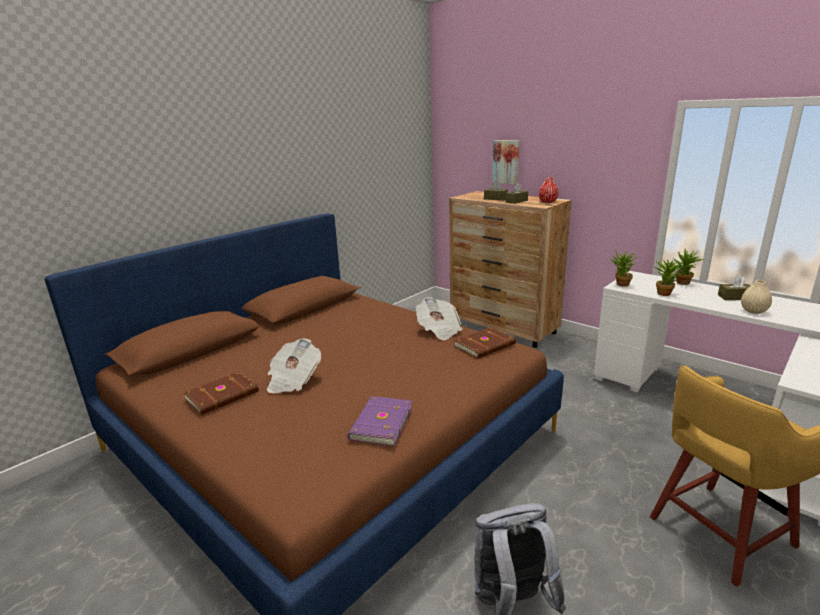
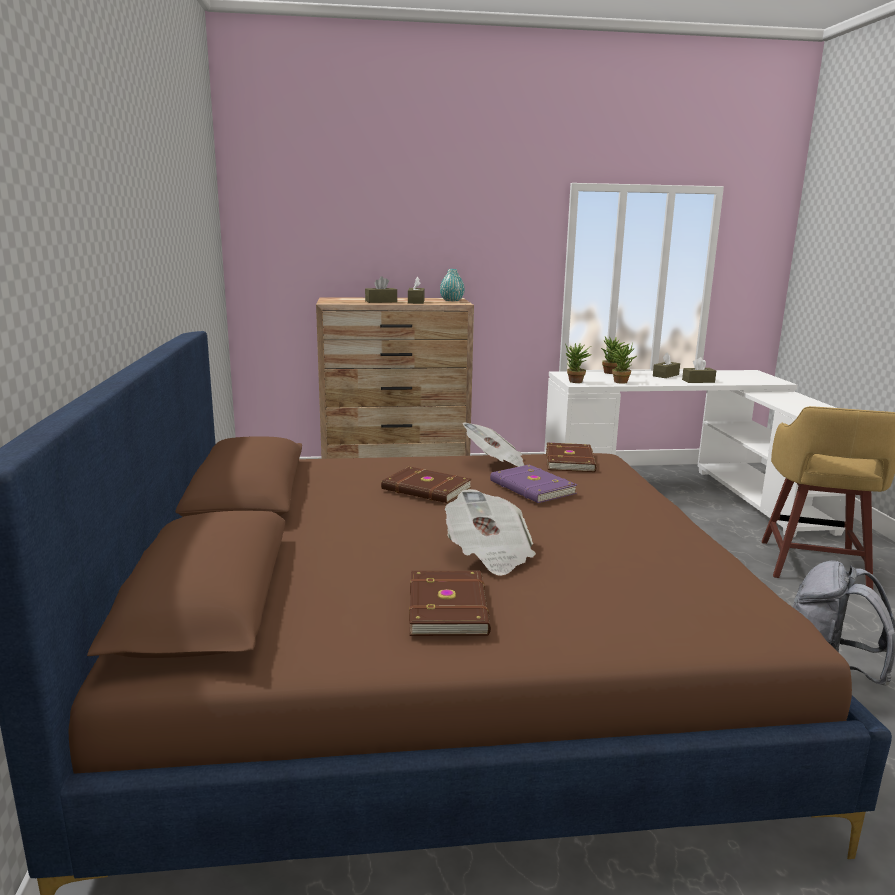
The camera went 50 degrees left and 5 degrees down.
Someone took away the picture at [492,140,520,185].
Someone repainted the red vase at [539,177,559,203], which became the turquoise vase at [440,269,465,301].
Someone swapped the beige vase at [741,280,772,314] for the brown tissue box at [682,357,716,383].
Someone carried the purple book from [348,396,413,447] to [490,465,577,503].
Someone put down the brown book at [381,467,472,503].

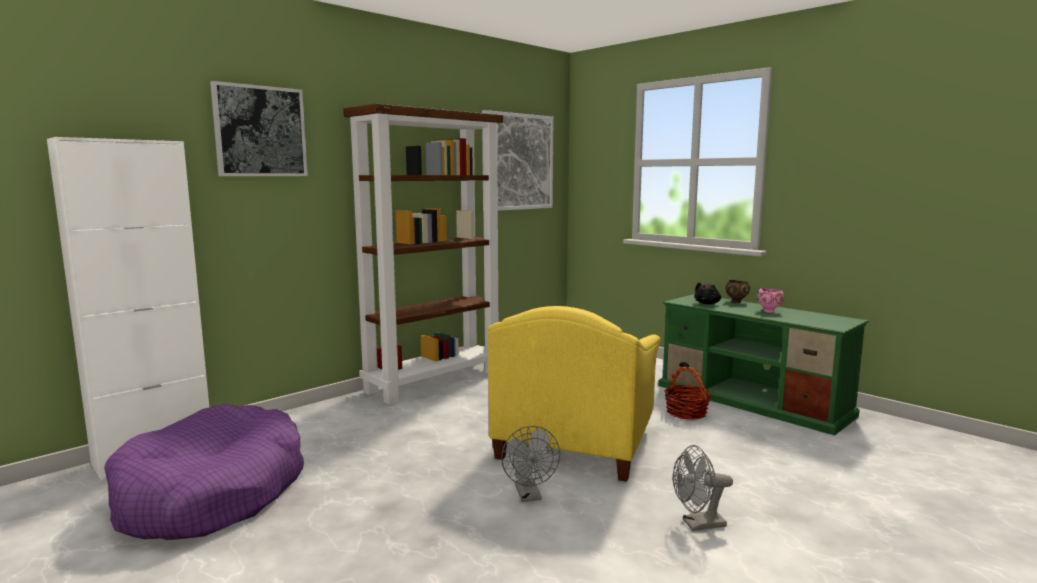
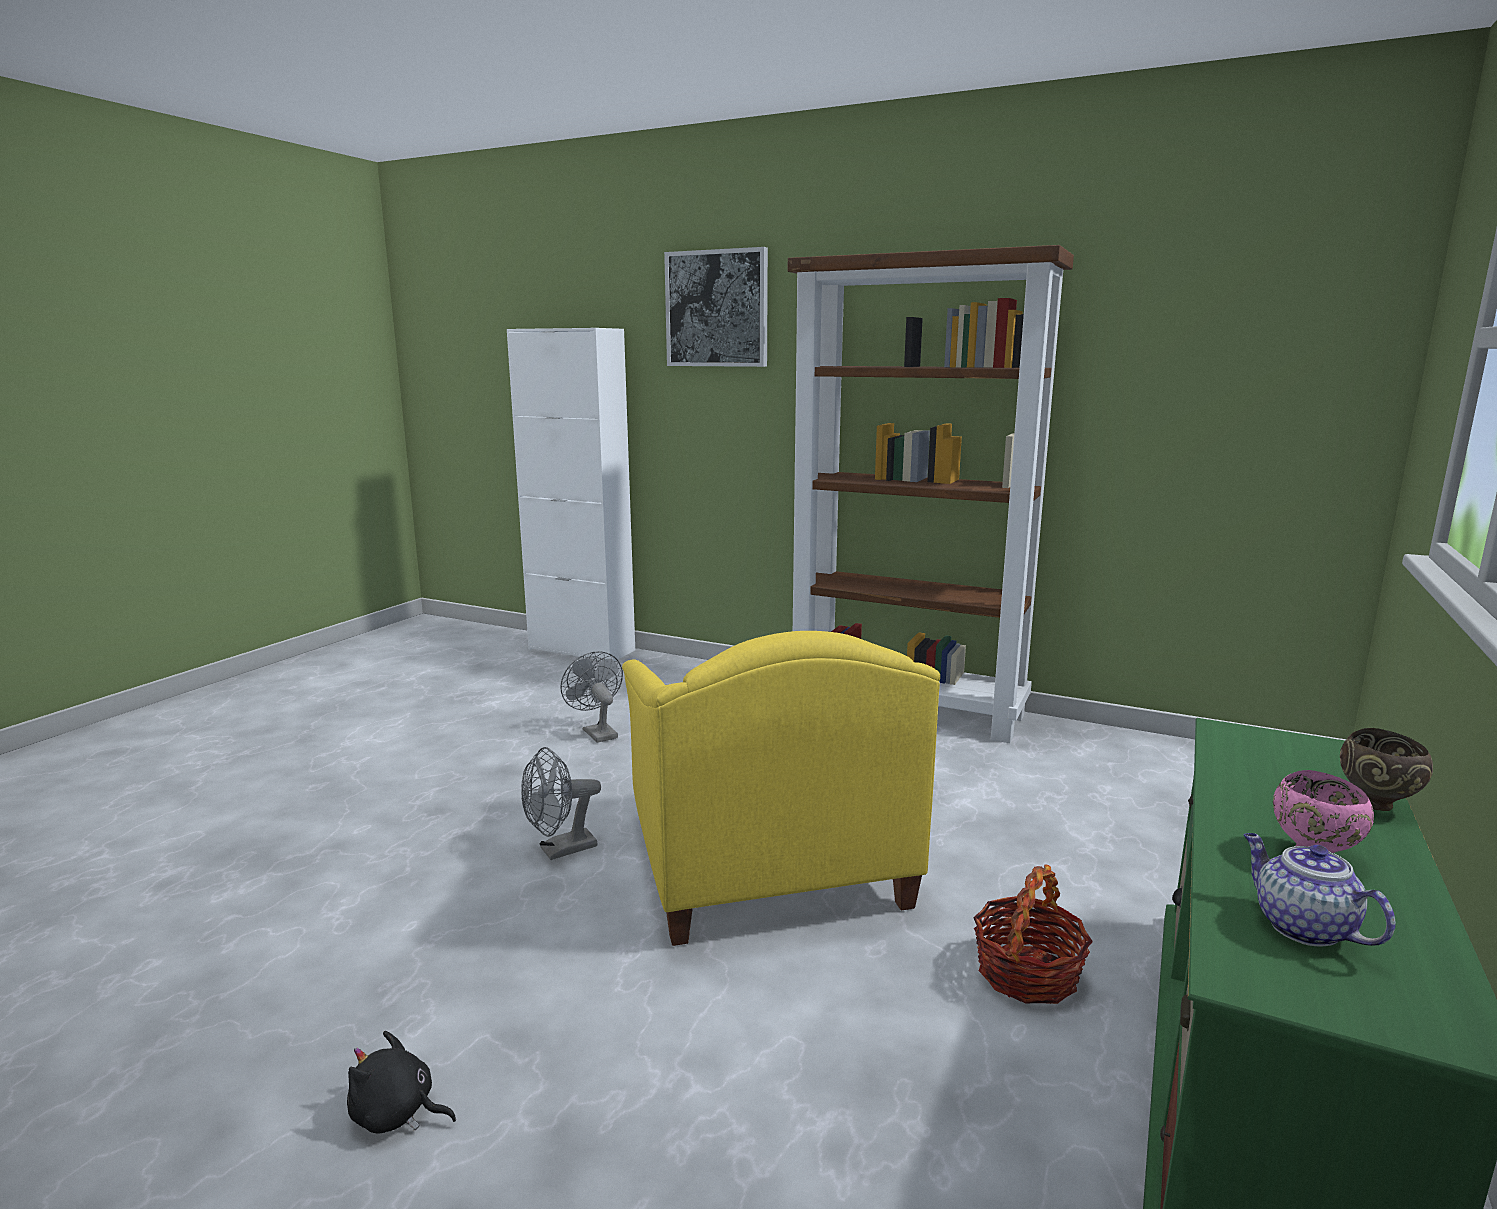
The camera went 70 degrees right and 5 degrees up.
Someone took away the picture at [482,110,554,211].
Someone carried the black plush toy from [695,282,721,304] to [347,1031,456,1134].
Someone rotated the yellow armchair at [488,306,661,482] by 105 degrees counterclockwise.
Someone took away the purple dog bed at [104,404,304,540].
Someone carried the grey fan from [673,445,733,531] to [560,651,623,743].
Someone put down the teapot at [1243,833,1396,946].

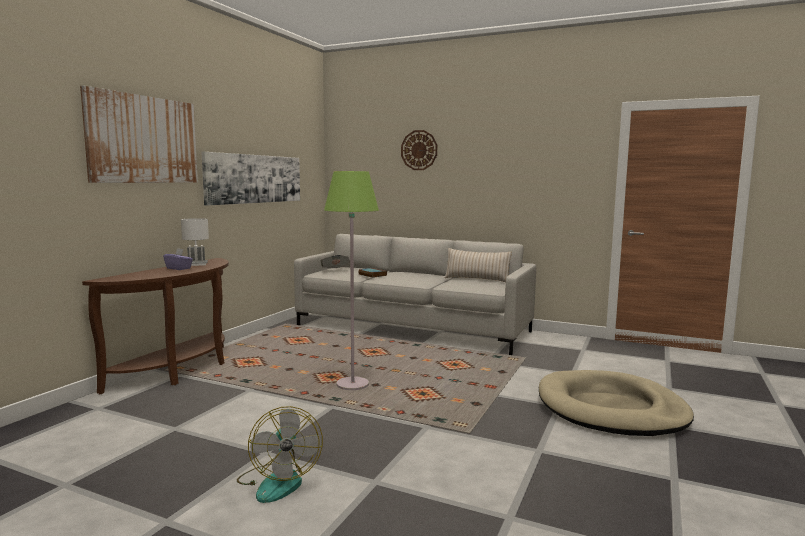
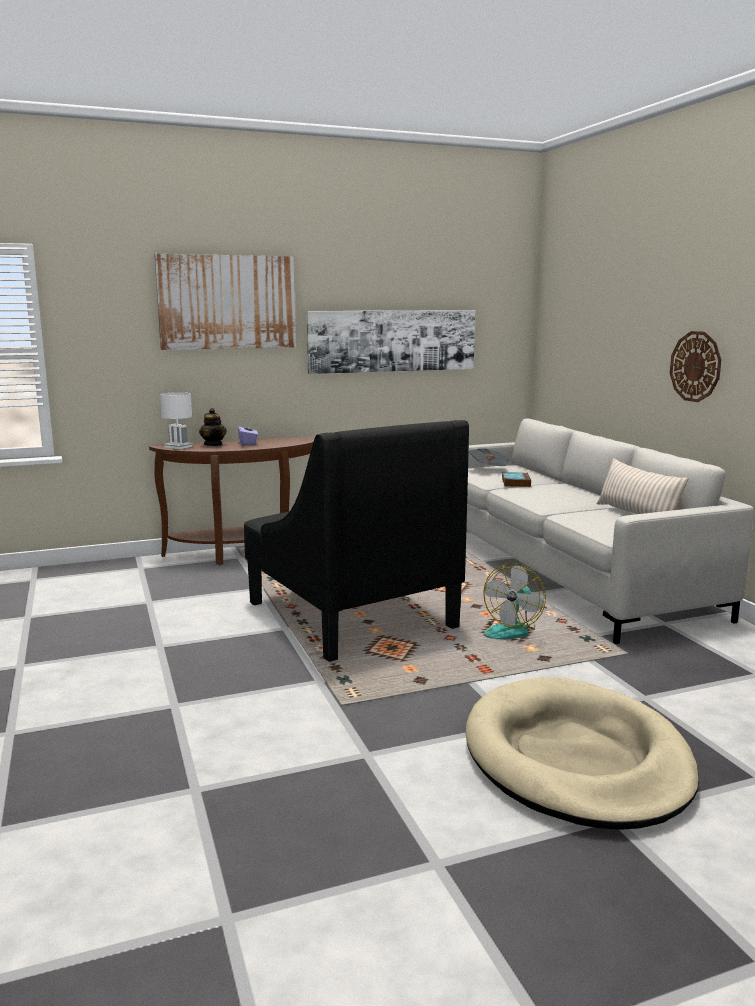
The camera went 45 degrees right and 5 degrees up.
Someone carried the wall clock from [401,130,437,170] to [670,331,722,402].
Someone swapped the green floor lamp at [324,171,379,390] for the black armchair at [244,420,469,662].
Someone carried the white table lamp from [181,218,209,266] to [160,392,195,449].
Someone carried the fan from [237,406,323,503] to [483,563,546,639].
Someone put down the teapot at [199,408,227,446].

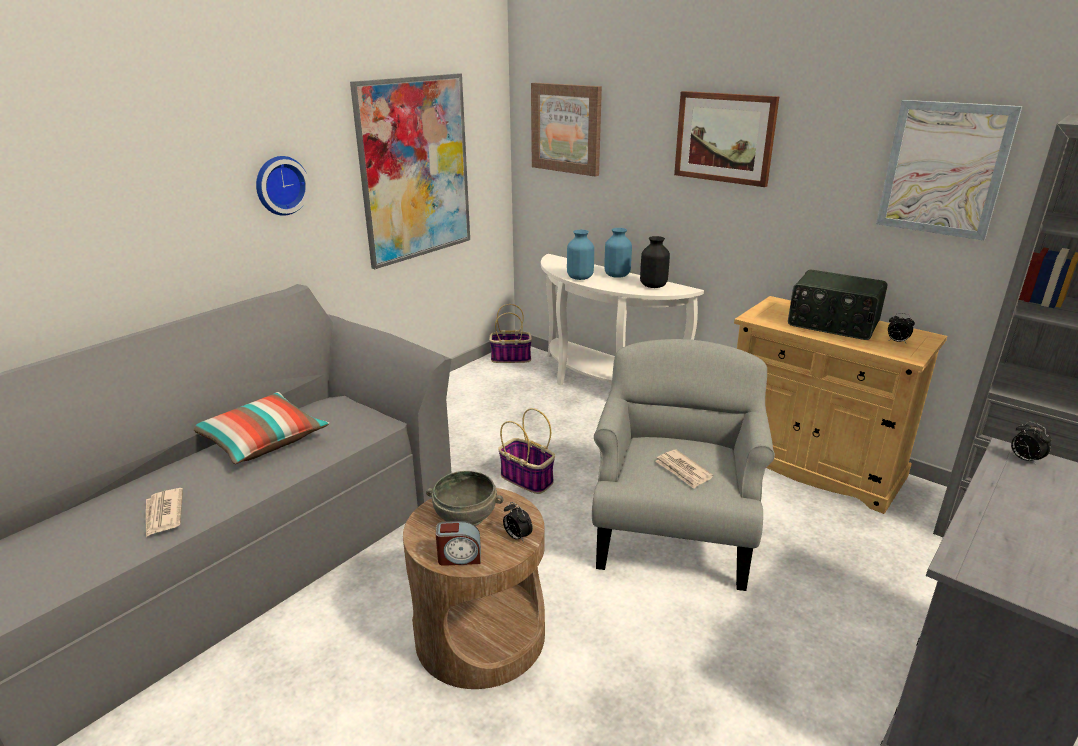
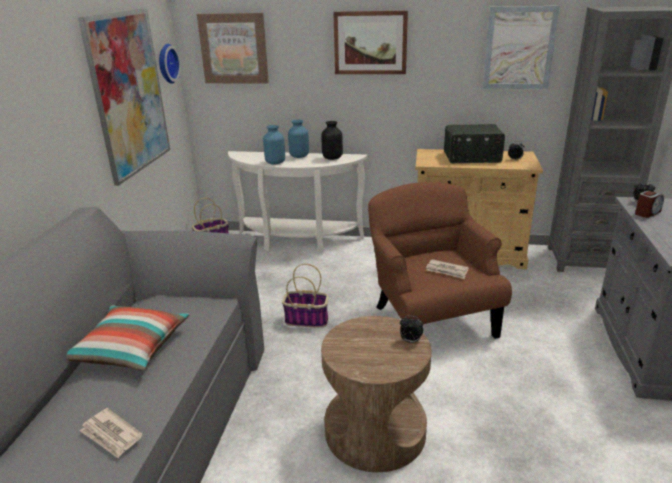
The camera went 30 degrees left and 0 degrees up.
Someone carried the wall clock from [256,156,310,216] to [159,44,181,84].
Someone repainted the grey armchair at [592,339,775,591], which became the brown armchair at [368,182,512,339].
Someone took away the grey bowl at [426,471,503,526].
Someone carried the alarm clock from [436,521,481,566] to [635,191,664,218].

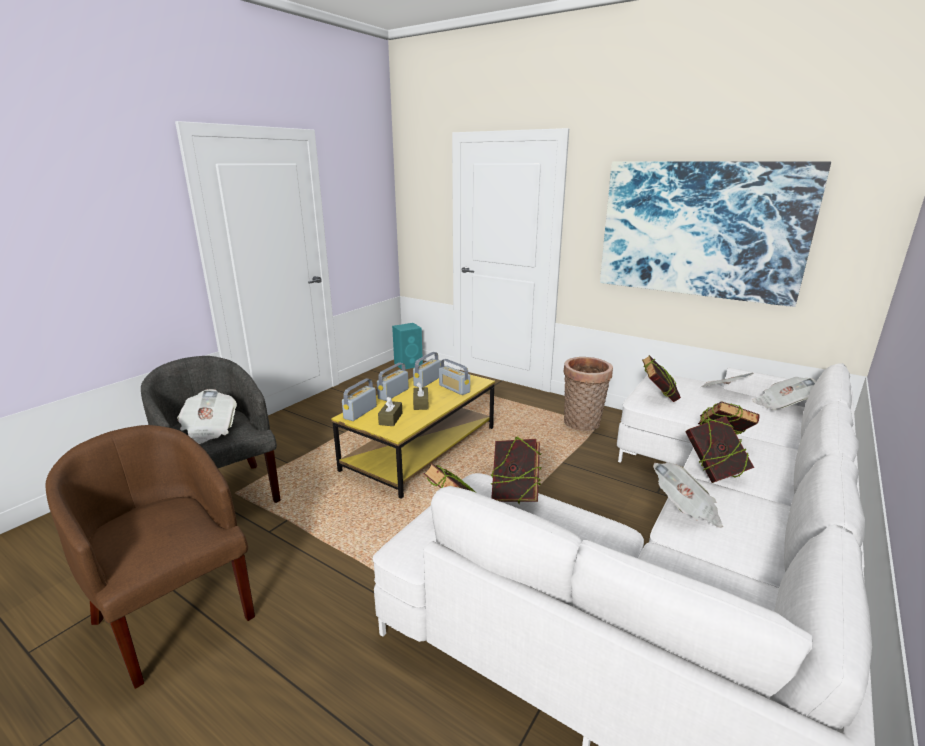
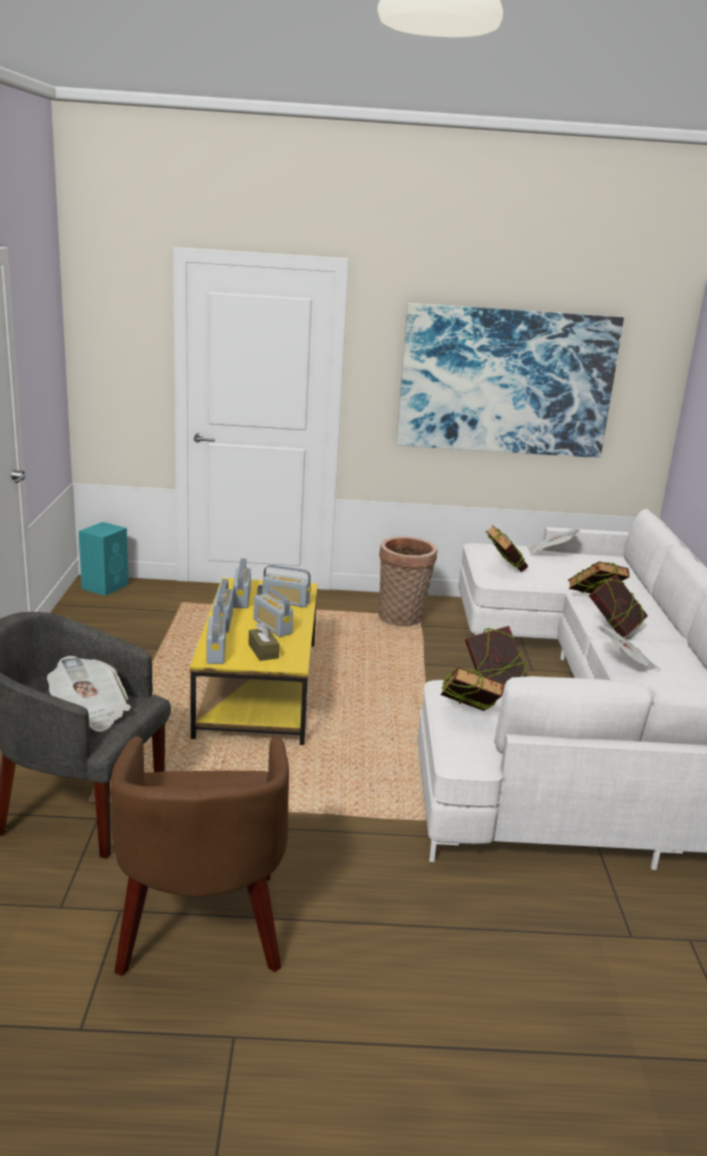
The camera went 35 degrees left and 0 degrees up.
Someone took away the newspaper at [752,377,816,410].
Someone swapped the brown tissue box at [413,382,429,410] for the radio at [254,584,293,637].
Someone rotated the brown armchair at [45,425,255,689] by 105 degrees counterclockwise.

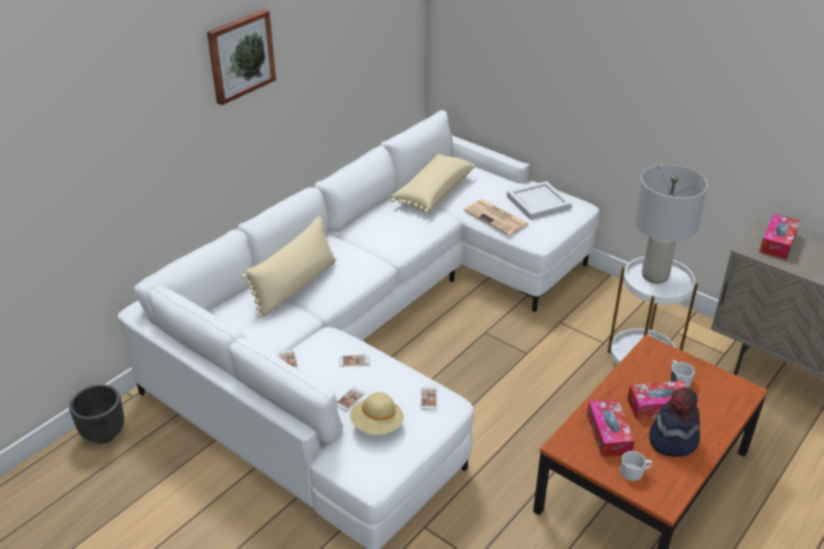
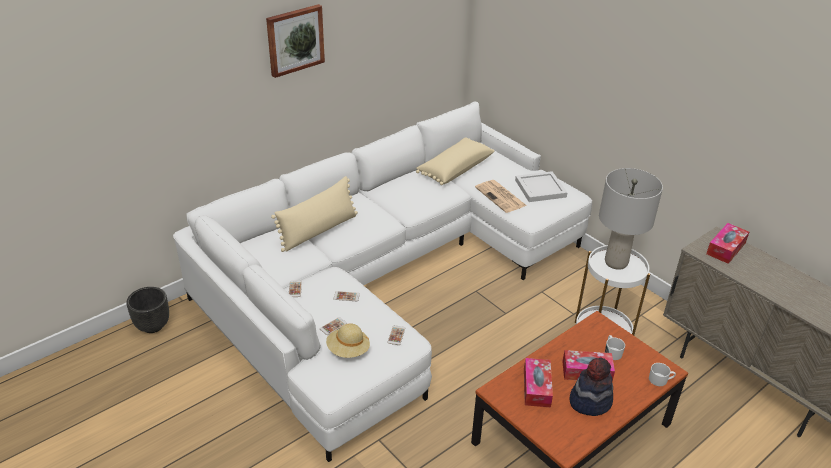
The camera went 10 degrees right and 0 degrees up.
Someone carried the white mug from [620,451,653,481] to [649,363,676,386].

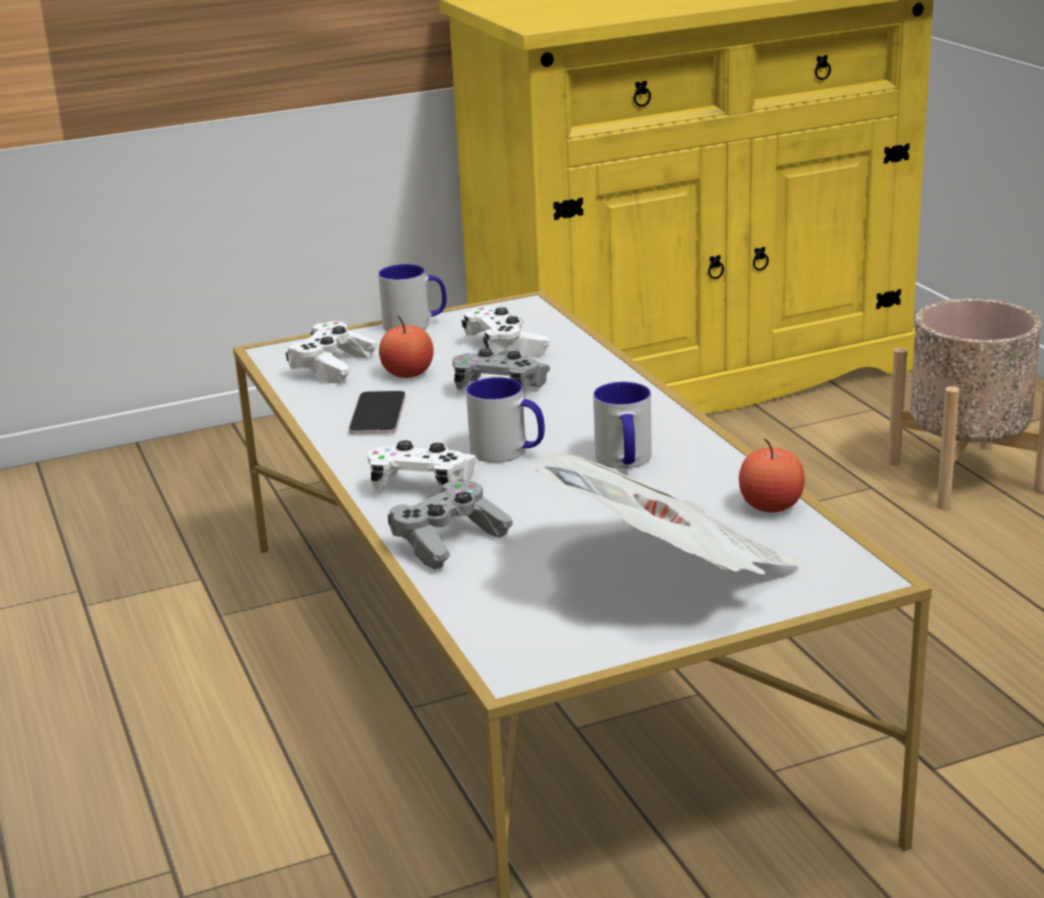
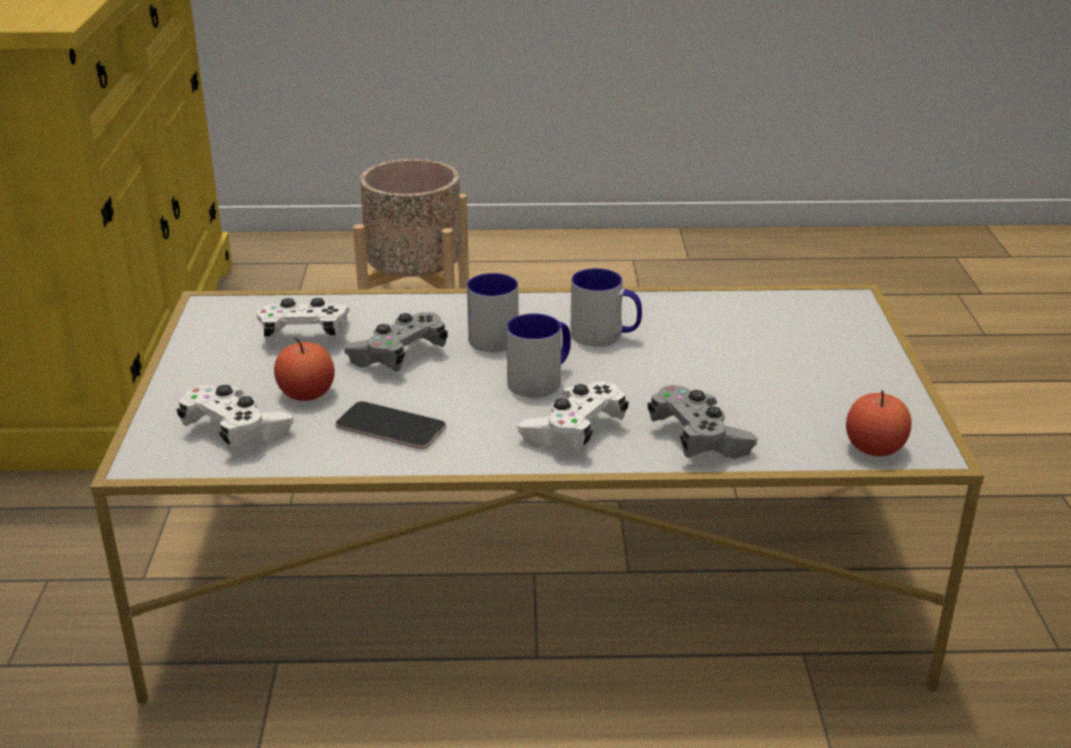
The camera went 70 degrees left and 5 degrees up.
Someone carried the mug from [378,264,447,331] to [467,273,519,352].
Someone carried the apple from [739,438,805,513] to [846,390,912,456].
Someone took away the newspaper at [535,453,801,575].

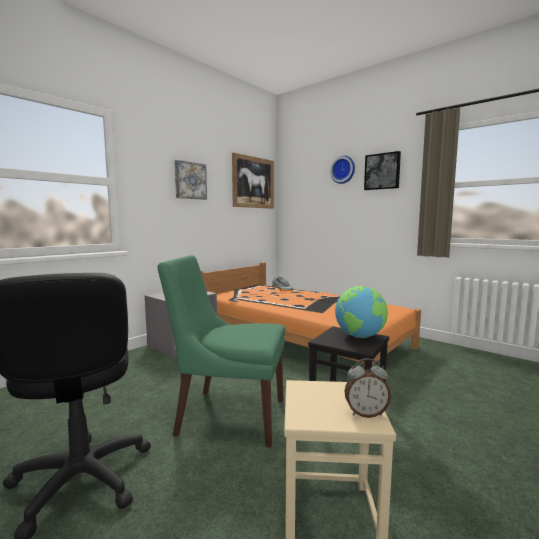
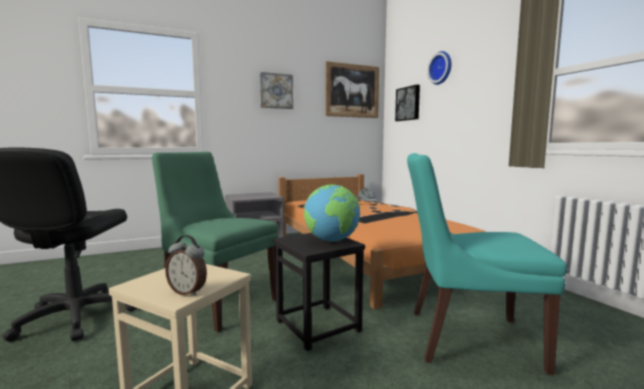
The camera went 25 degrees right and 0 degrees up.
Someone carried the picture from [364,151,401,190] to [395,85,420,121].
Someone put down the turquoise chair at [407,153,567,375].

